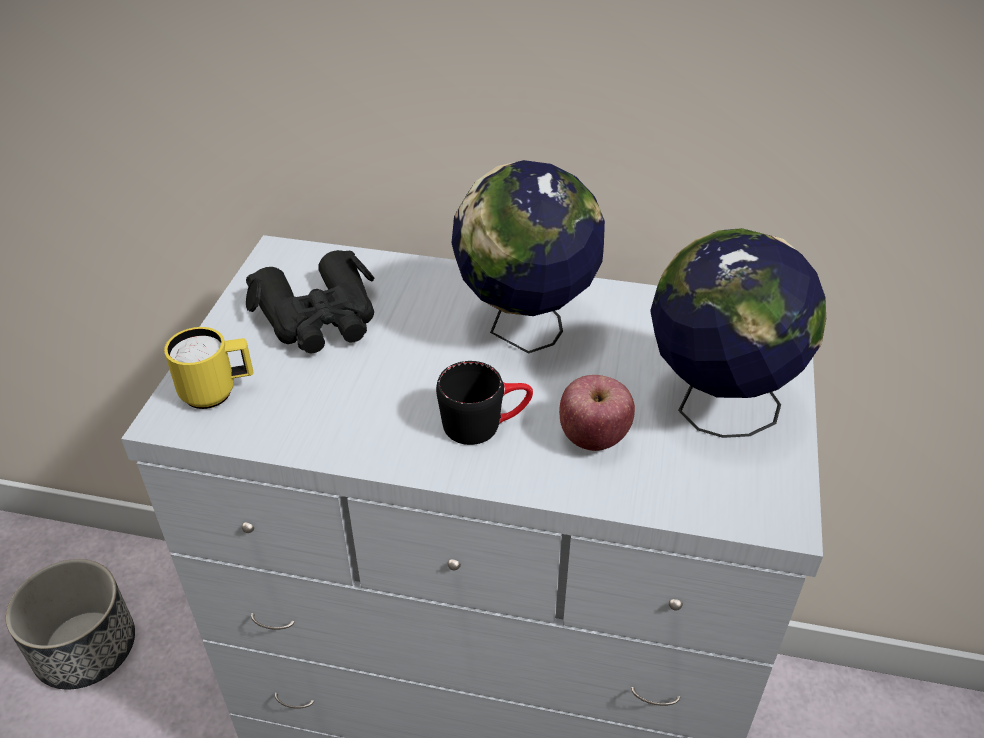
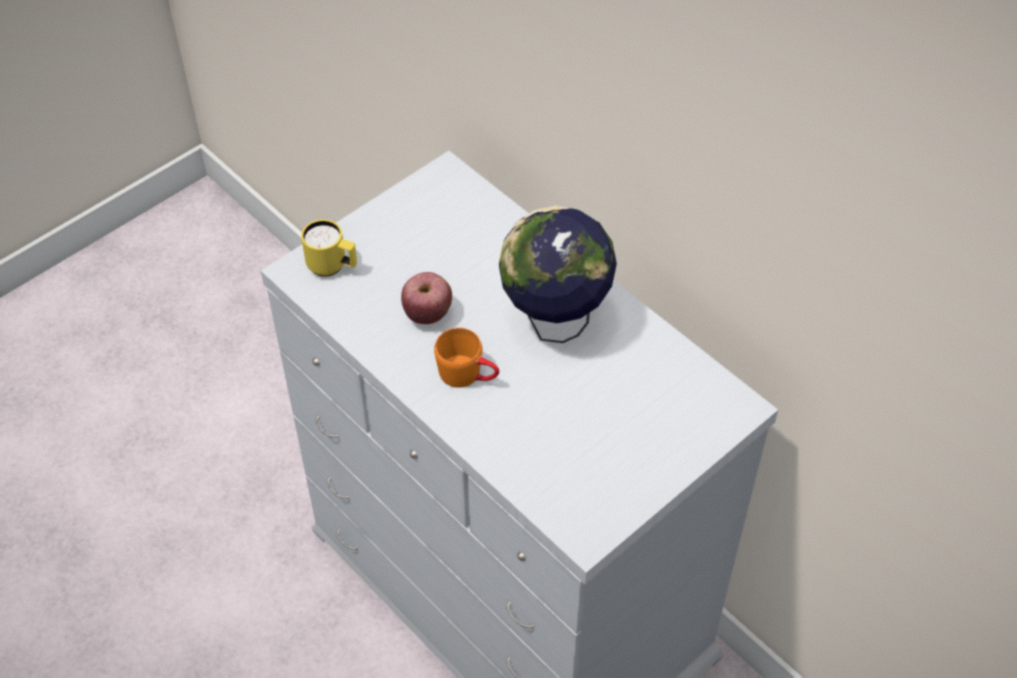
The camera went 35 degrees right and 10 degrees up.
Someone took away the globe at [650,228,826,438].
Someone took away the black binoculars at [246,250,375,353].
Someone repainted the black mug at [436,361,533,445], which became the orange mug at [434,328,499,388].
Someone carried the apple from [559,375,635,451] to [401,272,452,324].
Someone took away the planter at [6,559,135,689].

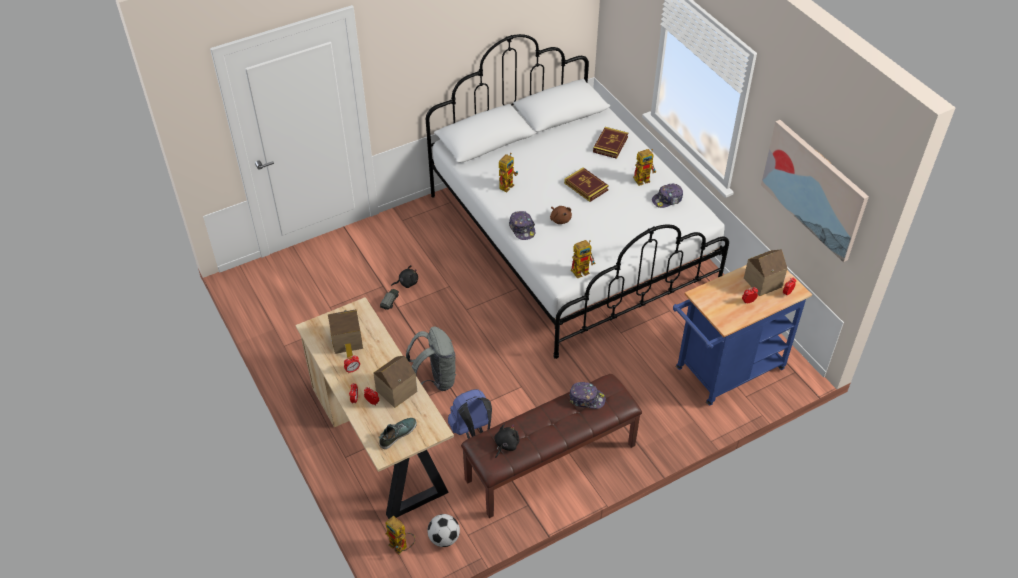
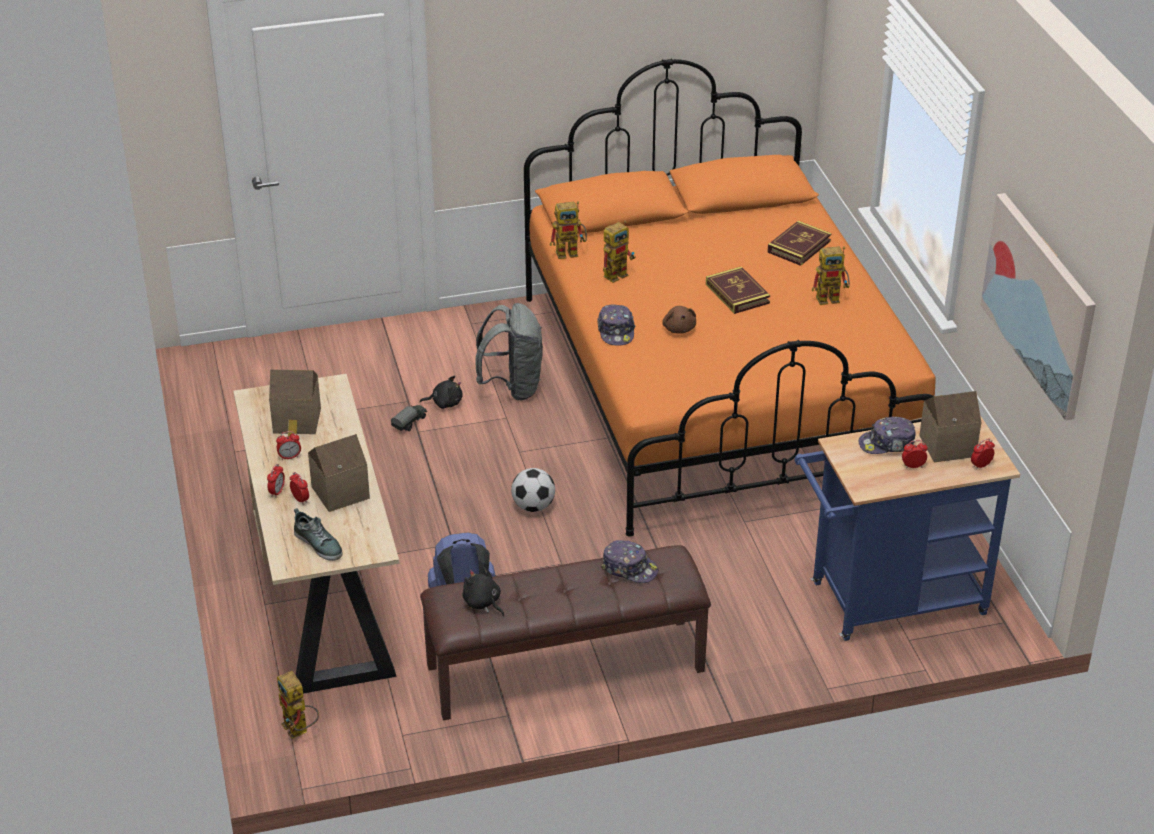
The camera went 15 degrees right and 10 degrees down.
Someone repainted the white bed at [426,34,729,359], which became the orange bed at [524,58,936,537].
Someone carried the cap from [652,184,683,208] to [859,417,916,454].
Someone carried the toy robot from [571,240,595,278] to [550,201,587,259].
Someone carried the grey backpack from [406,327,456,391] to [475,303,543,400].
Someone rotated the shoe at [379,418,417,449] by 75 degrees clockwise.
Someone rotated the black plush toy at [494,424,520,458] by 90 degrees counterclockwise.
Someone carried the football from [427,514,460,547] to [511,468,555,512].

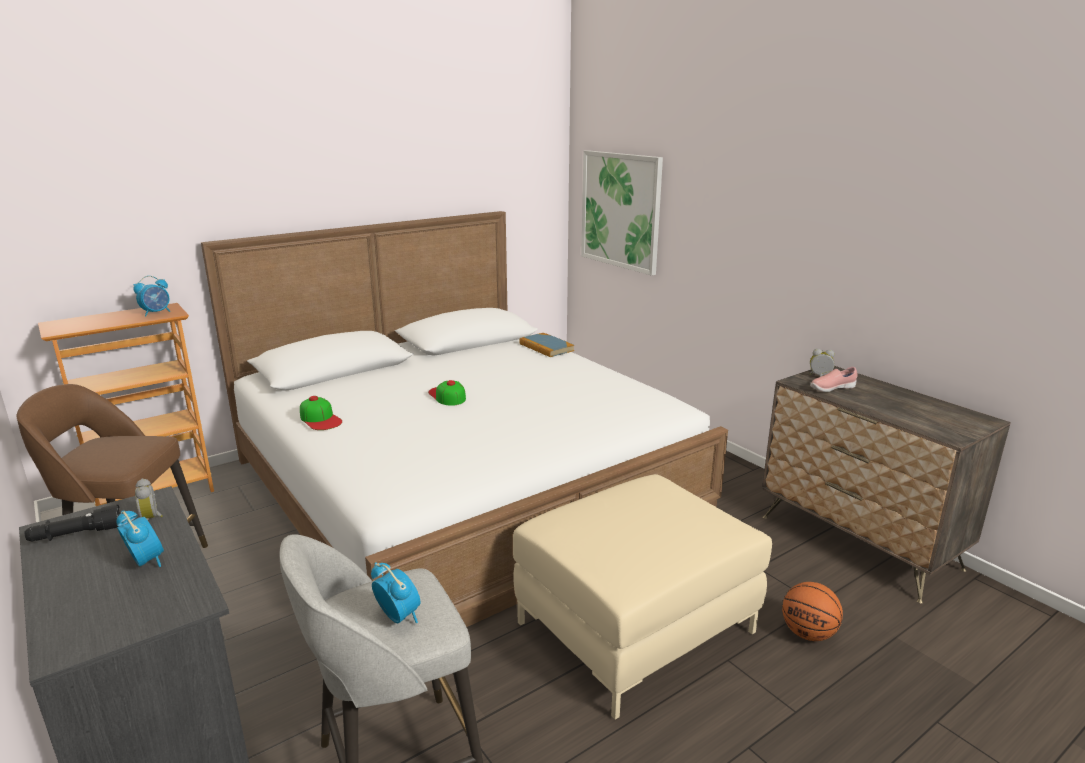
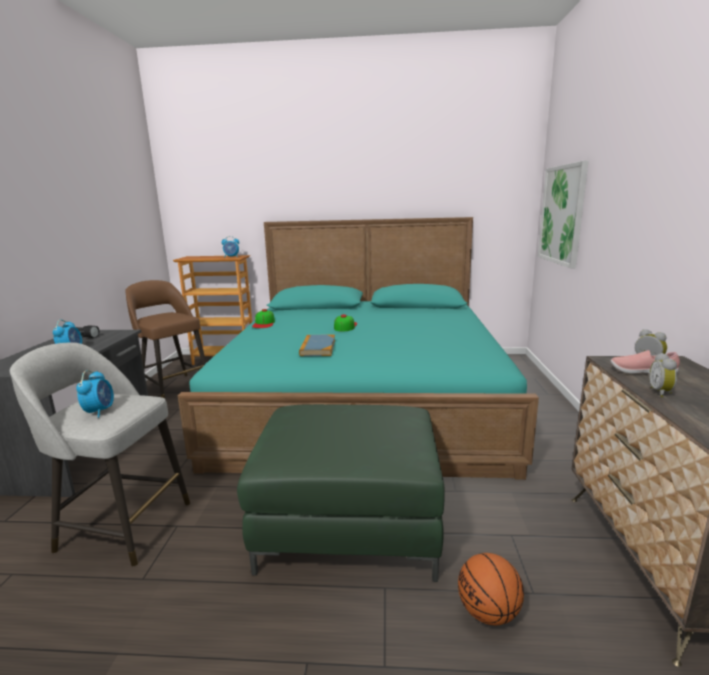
The camera went 40 degrees right and 5 degrees down.
Someone repainted the white bed at [201,211,728,627], which became the turquoise bed at [178,217,539,480].
Someone carried the book from [519,333,574,357] to [299,335,335,356].
Someone repainted the beige ottoman at [513,474,772,720], which became the green ottoman at [237,404,445,582].
Someone carried the alarm clock from [135,478,163,522] to [649,353,677,398].

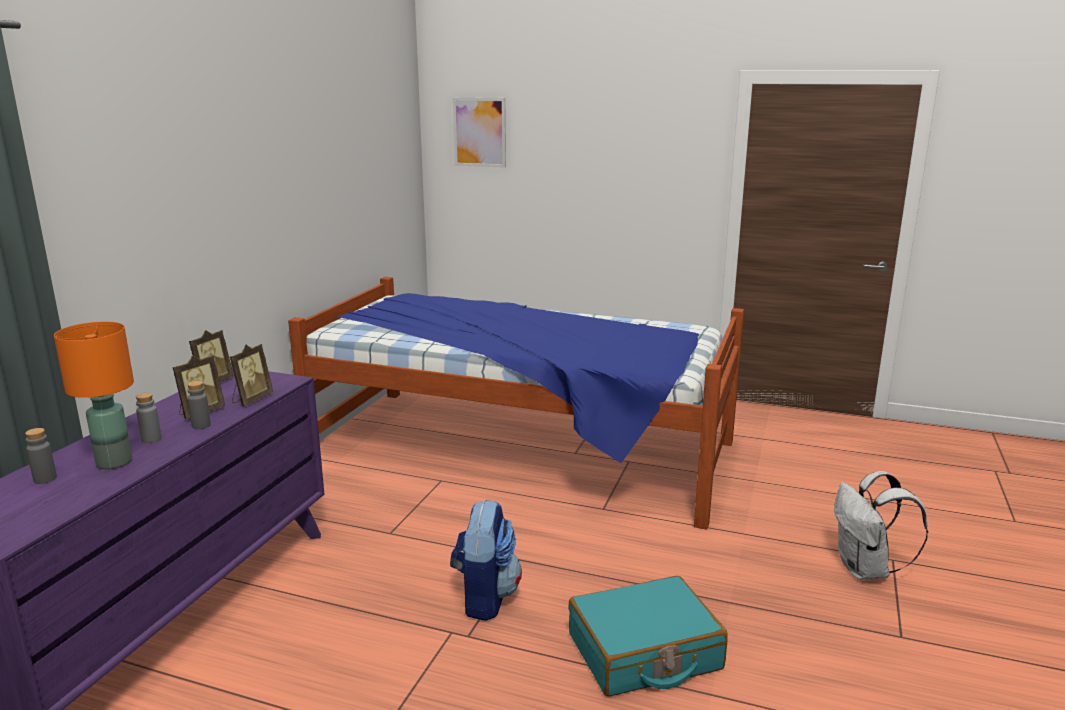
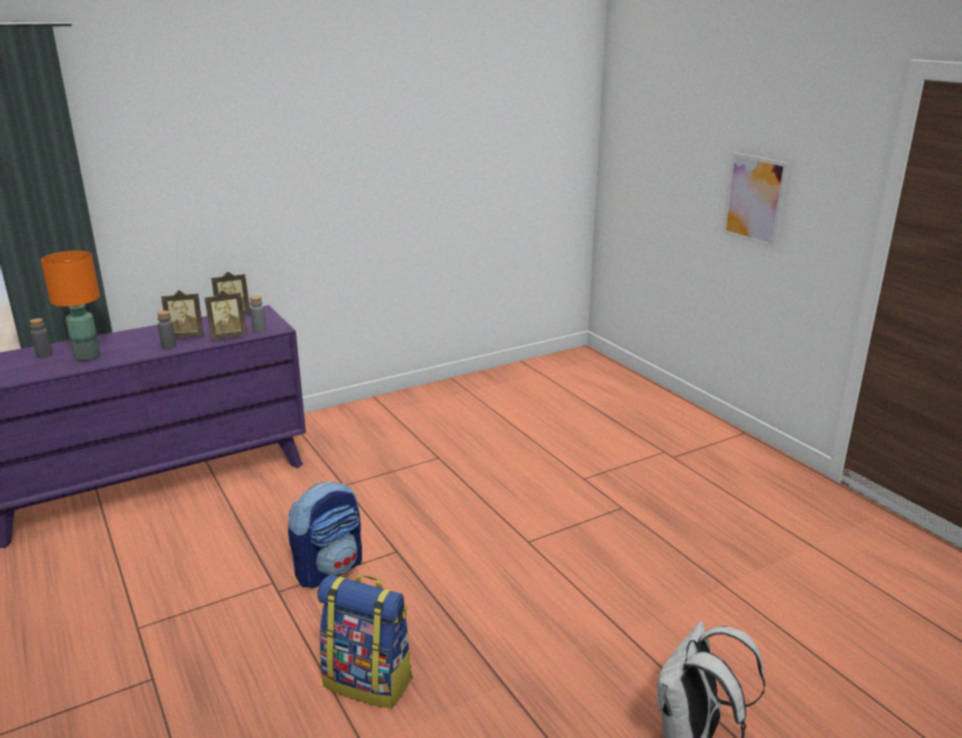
The camera went 40 degrees right and 5 degrees up.
Someone carried the picture from [453,97,506,168] to [722,152,789,249].
Someone took away the bed at [288,277,744,530].
Someone carried the grey bottle from [136,393,161,443] to [250,296,266,333].
Someone swapped the turquoise suitcase at [568,576,728,697] for the backpack at [318,574,412,708].

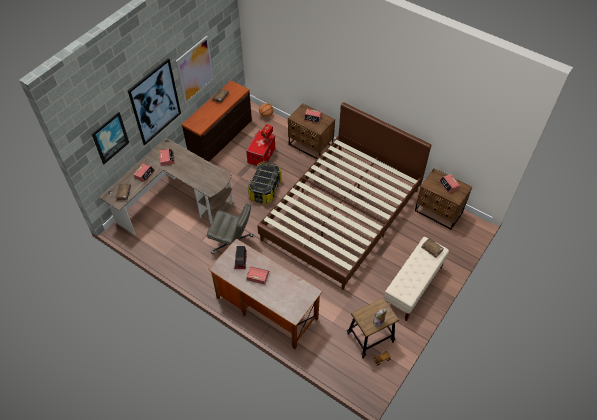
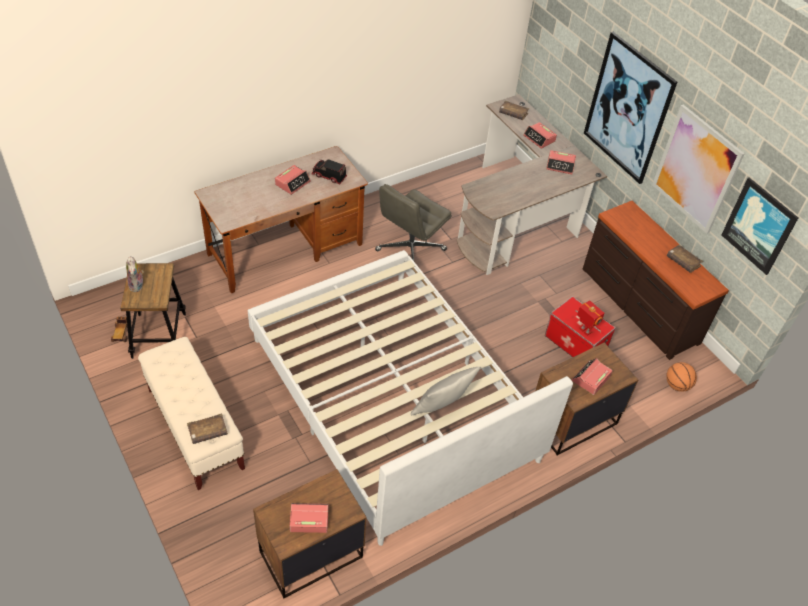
The camera went 110 degrees right and 5 degrees down.
Someone repainted the brown bed at [257,102,431,290], which became the white bed at [248,250,573,546].
Someone carried the picture from [92,112,129,164] to [721,178,798,275].
Someone took away the storage box at [248,161,281,204].
Someone put down the grey pillow at [411,367,481,415].

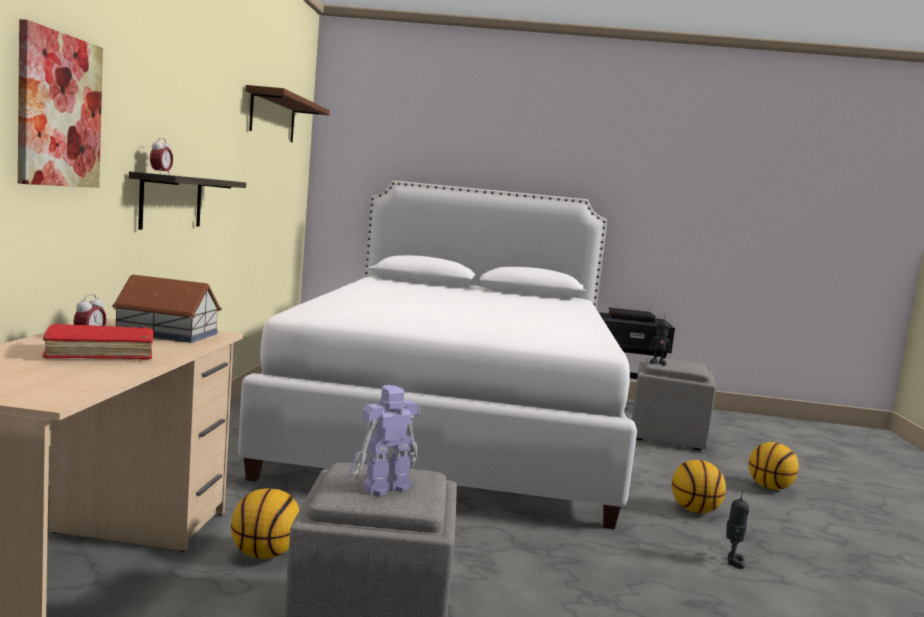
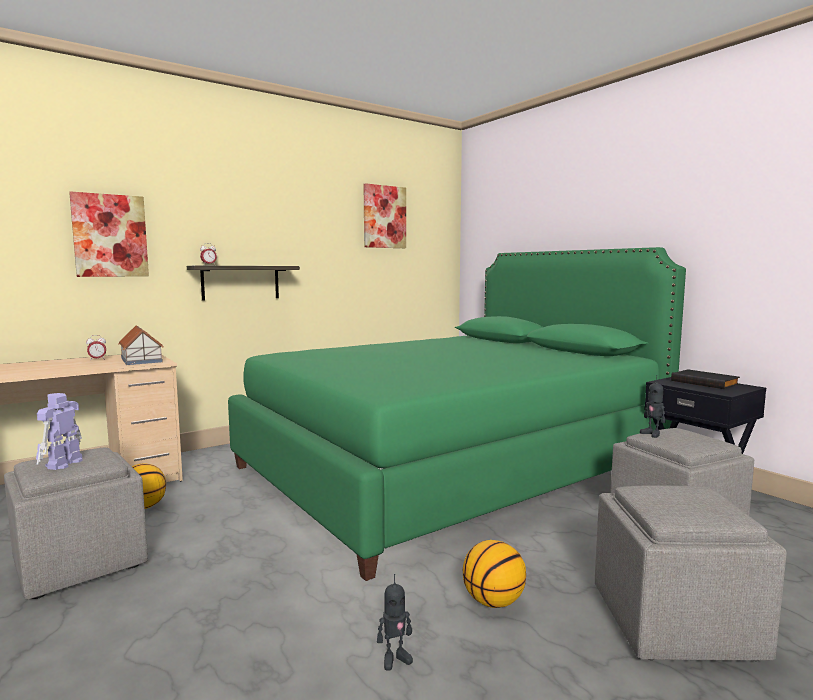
The camera went 50 degrees right and 0 degrees up.
Someone swapped the brown shelf at [245,85,330,142] for the picture at [364,183,406,248].
Someone repainted the white bed at [238,181,637,530], which became the green bed at [228,247,686,581].
Someone took away the red book at [42,323,153,360].
Someone rotated the toy robot at [349,385,420,496] by 90 degrees counterclockwise.
Someone swapped the basketball at [748,442,799,490] for the grey ottoman at [595,485,787,661].

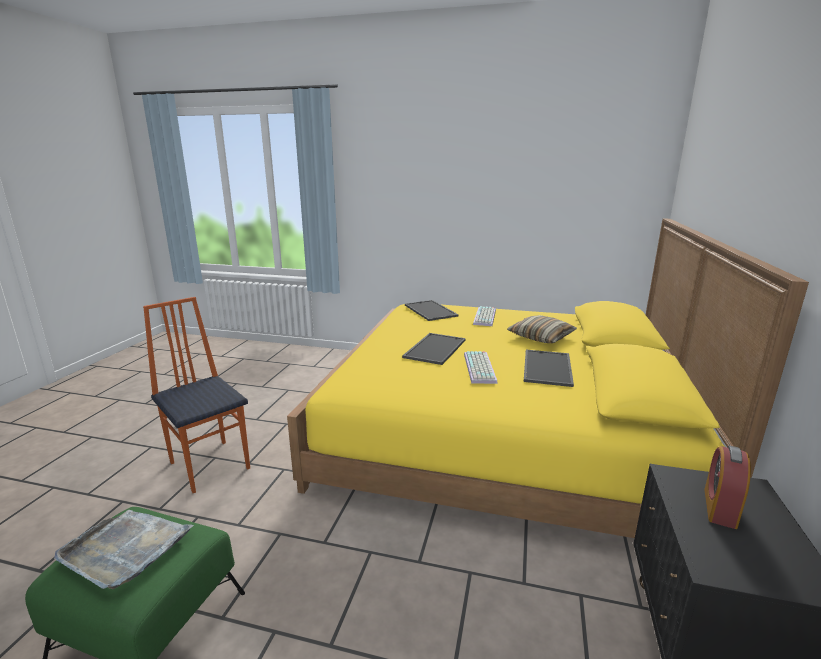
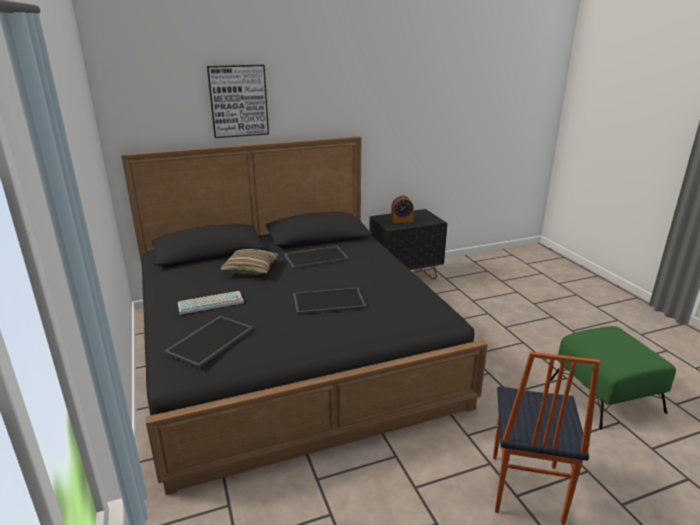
The camera went 125 degrees left and 5 degrees up.
Someone repainted the yellow bed at [287,219,809,538], which became the black bed at [121,136,488,495].
Someone took away the keyboard at [464,351,498,384].
Someone took away the grey tray at [54,510,194,589].
Someone put up the picture at [207,65,269,138].

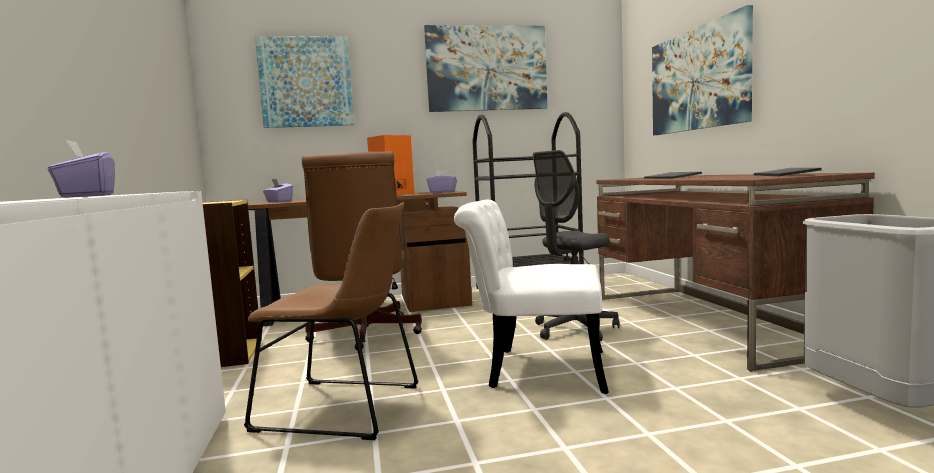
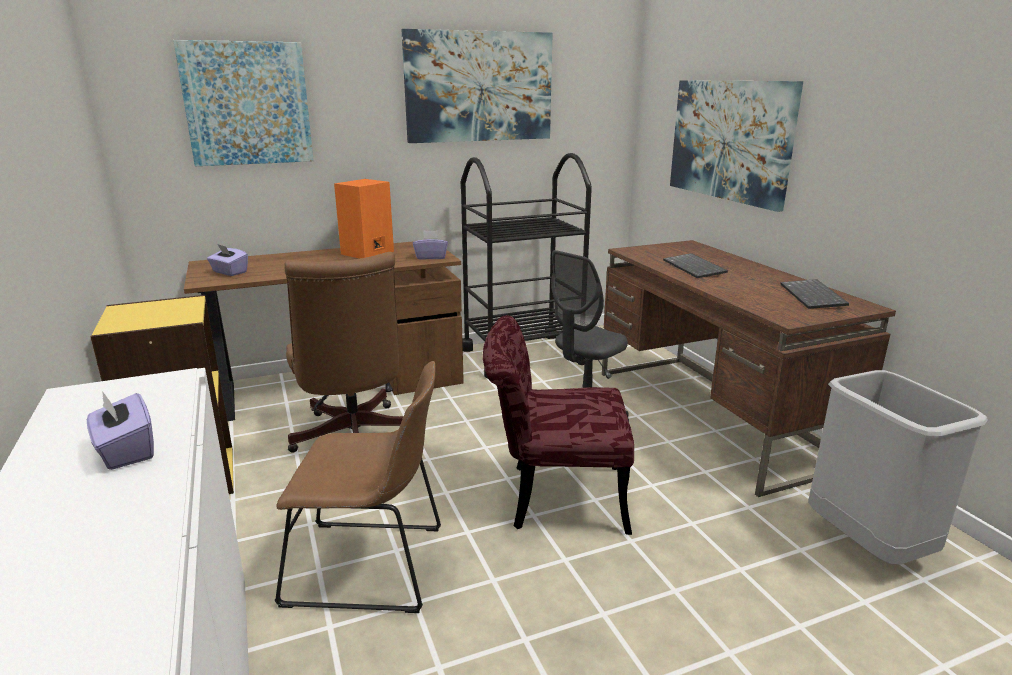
The camera went 10 degrees left and 15 degrees up.
Someone repainted the white chair at [454,200,608,394], which became the red chair at [483,315,634,535].

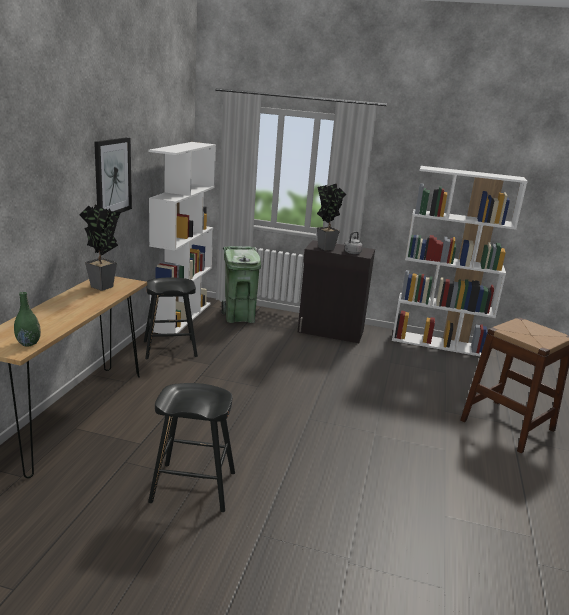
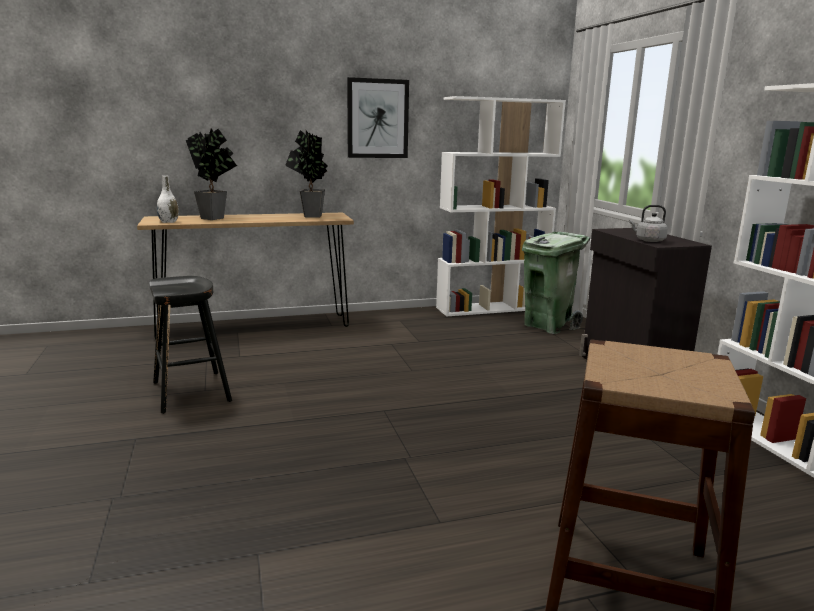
The camera went 60 degrees right and 5 degrees down.
Someone carried the potted plant from [317,184,346,251] to [186,129,237,220].
Someone took away the black stool at [144,278,198,359].
Someone repainted the green vase at [14,292,41,346], which became the white vase at [157,176,179,223].

